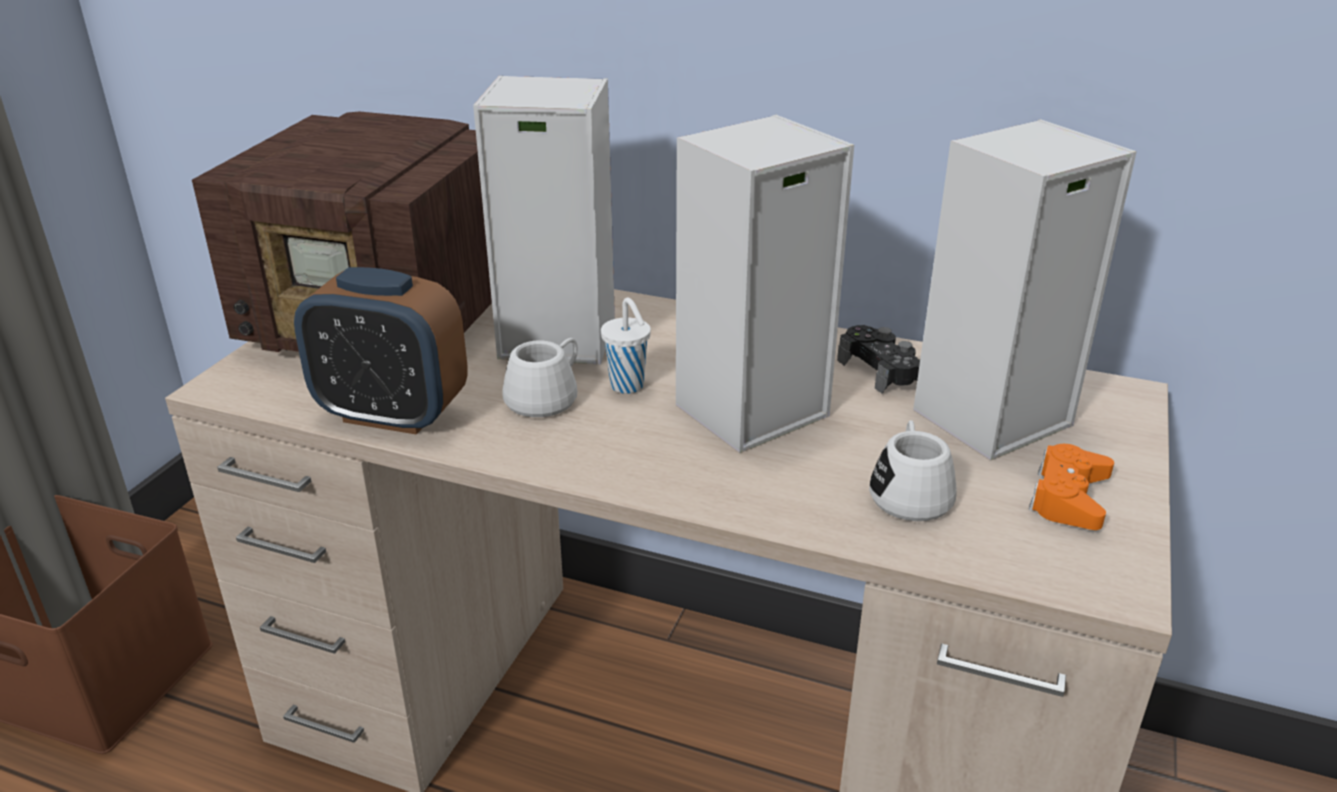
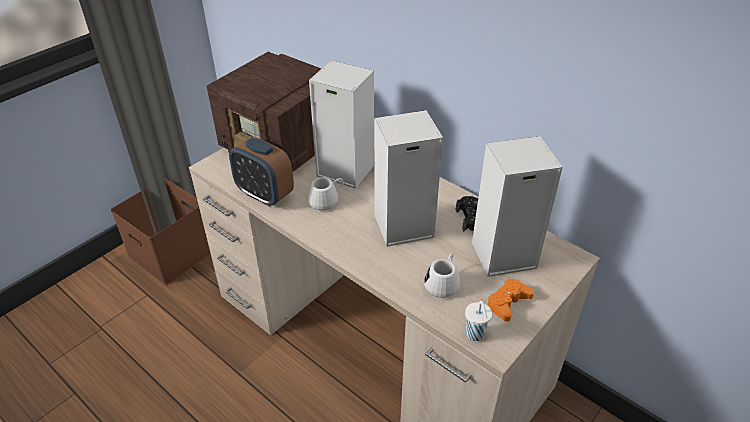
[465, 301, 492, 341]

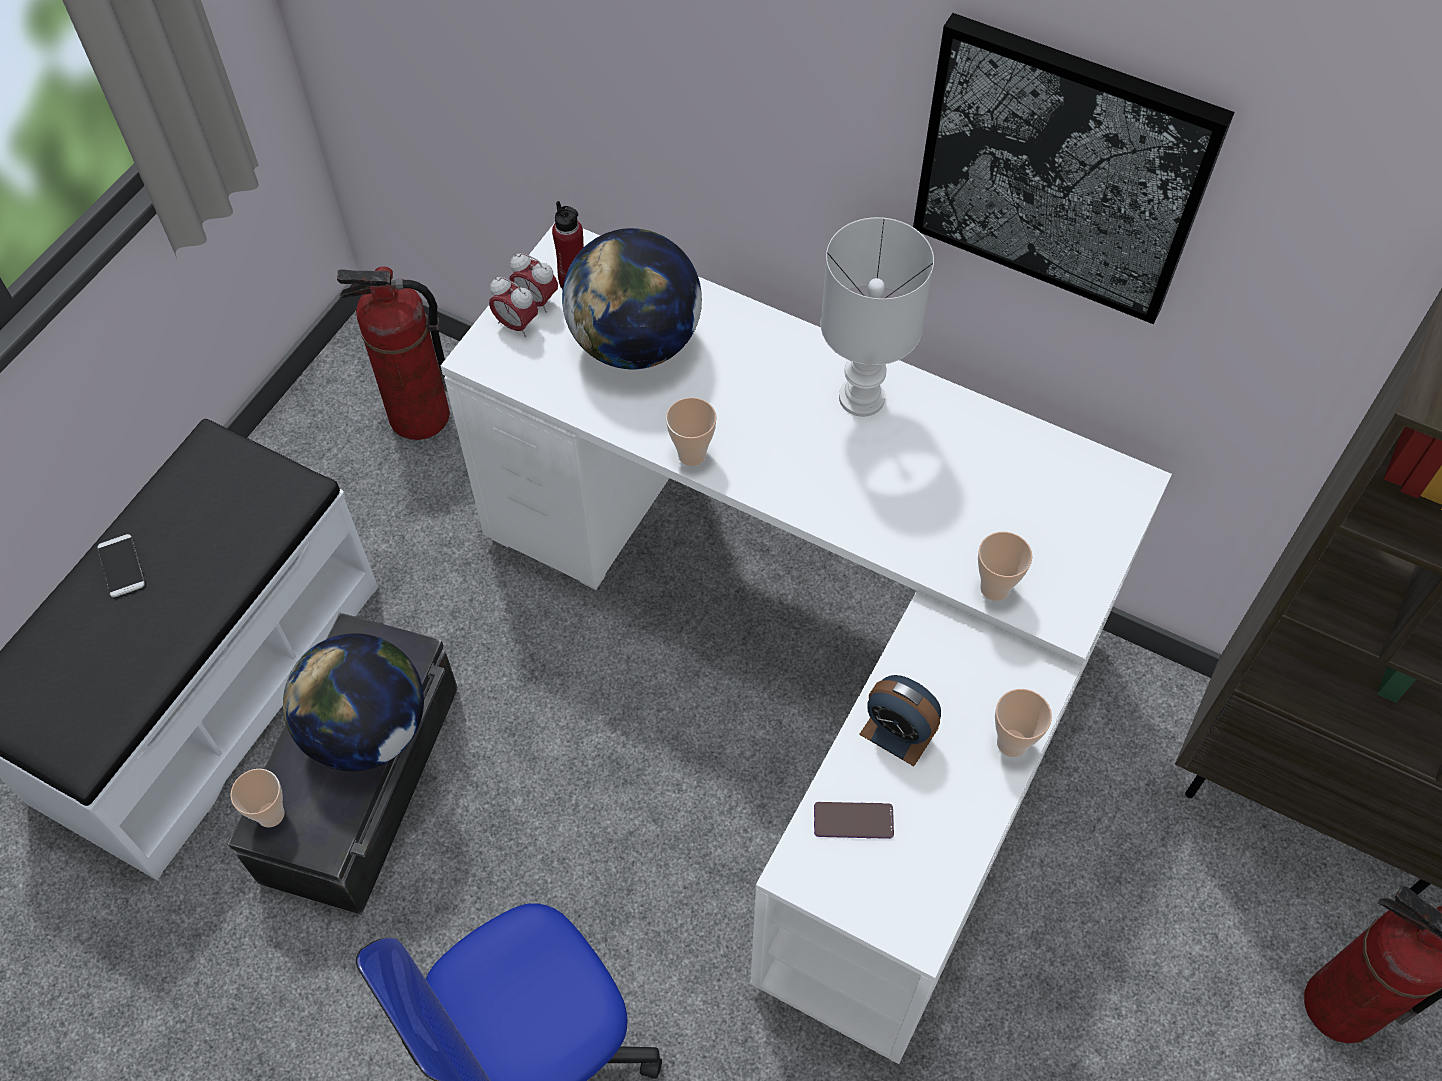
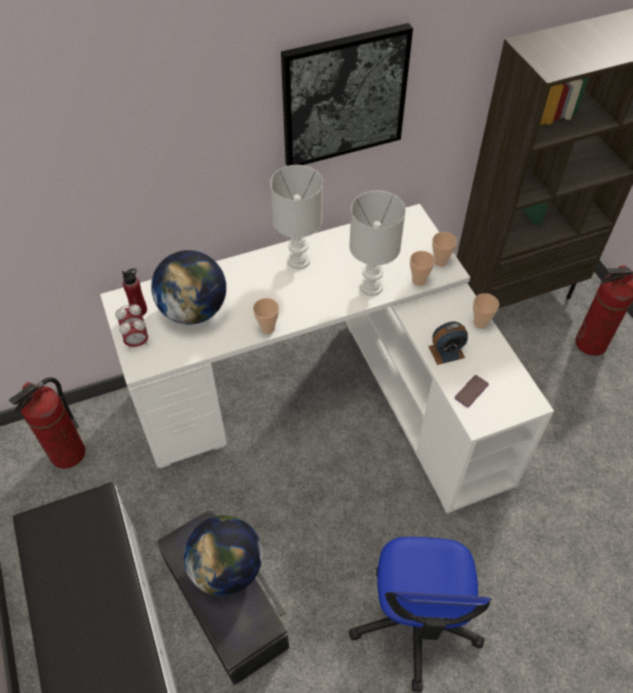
[97, 534, 145, 597] (first image)
[432, 232, 457, 267]
[349, 191, 406, 296]

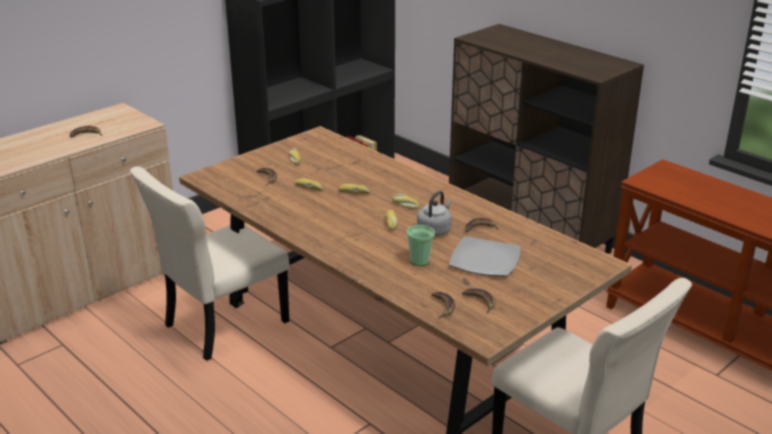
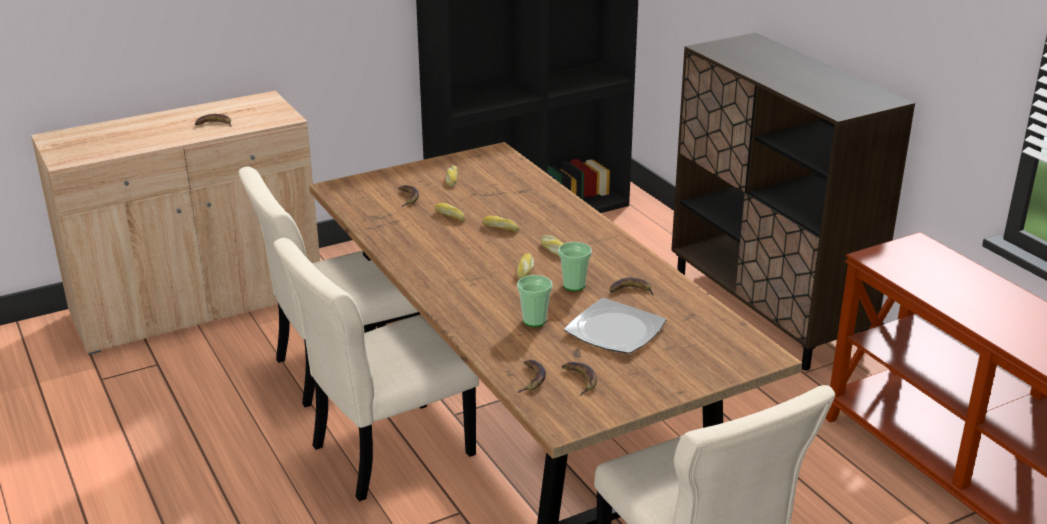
[558, 242, 592, 291]
[273, 238, 479, 502]

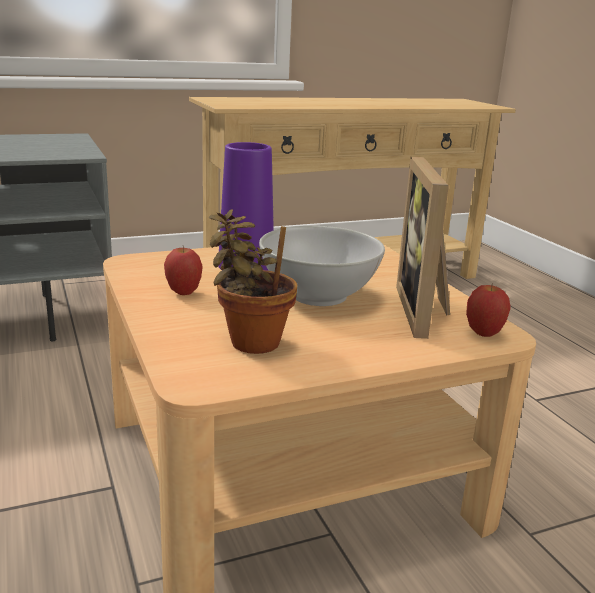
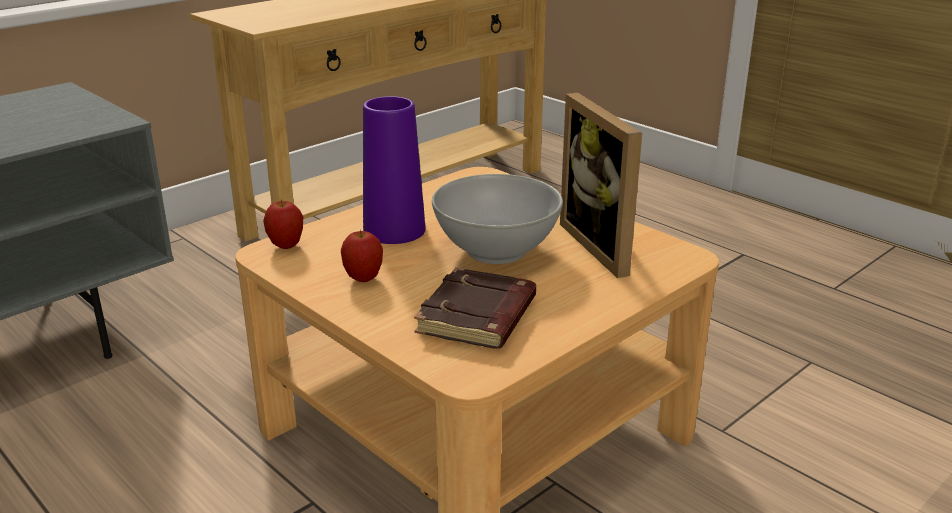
[414, 267, 536, 349]
[263, 199, 303, 249]

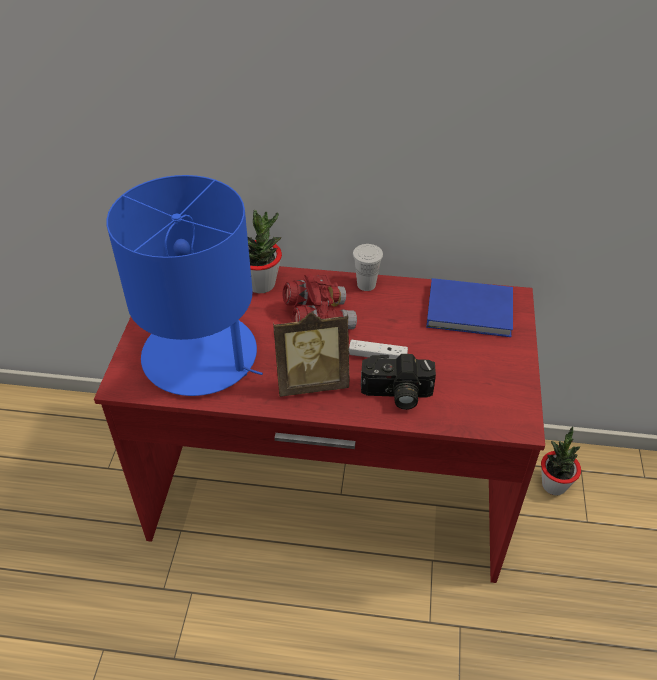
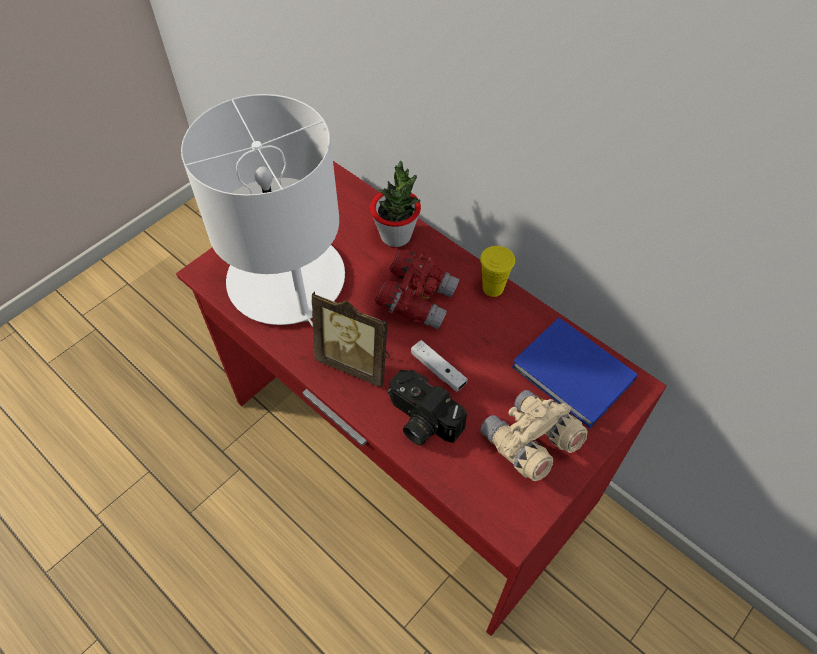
[181, 94, 345, 327]
[480, 246, 515, 297]
[541, 427, 581, 496] (first image)
[480, 390, 588, 481]

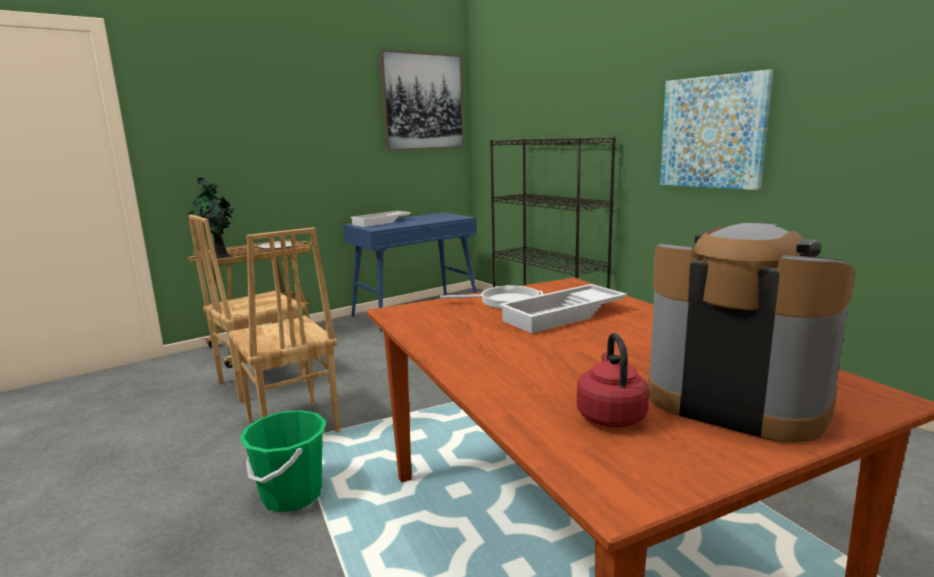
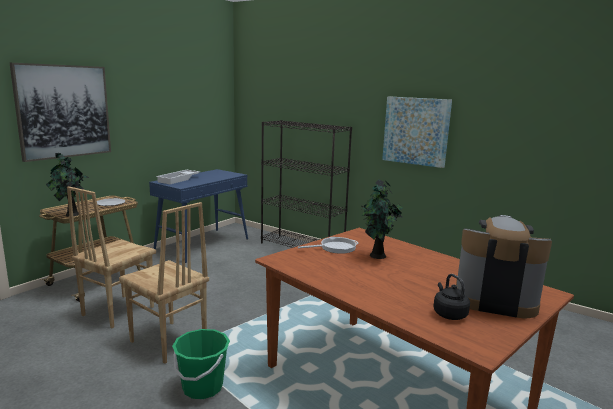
[10, 63, 111, 162]
[362, 179, 402, 259]
[433, 274, 470, 320]

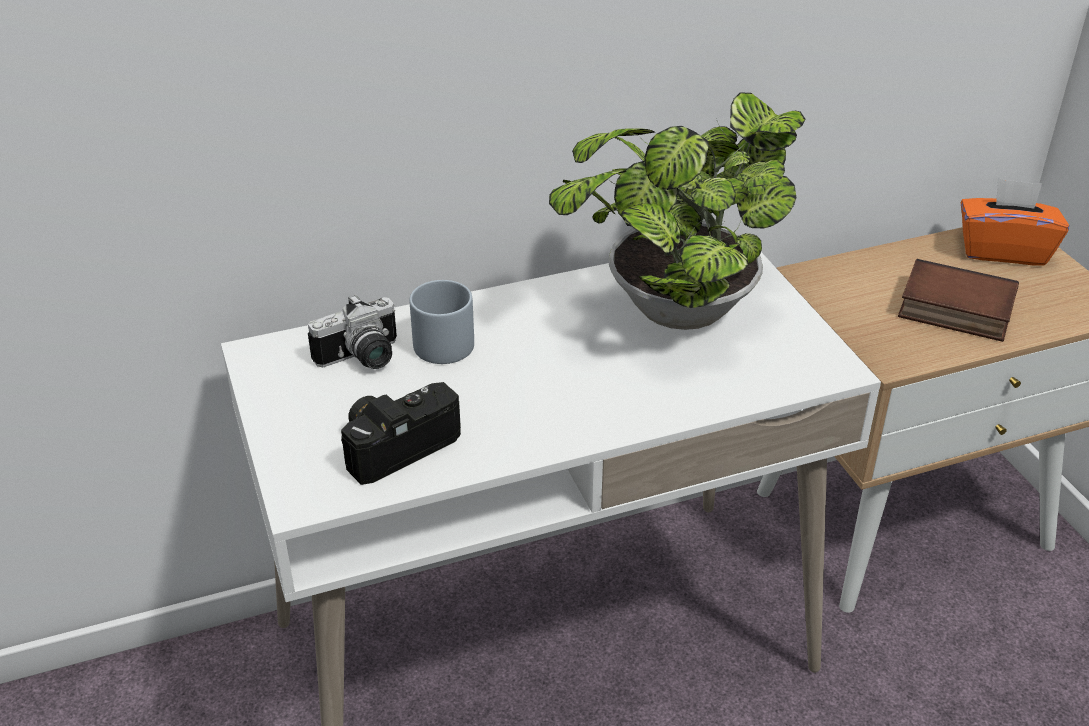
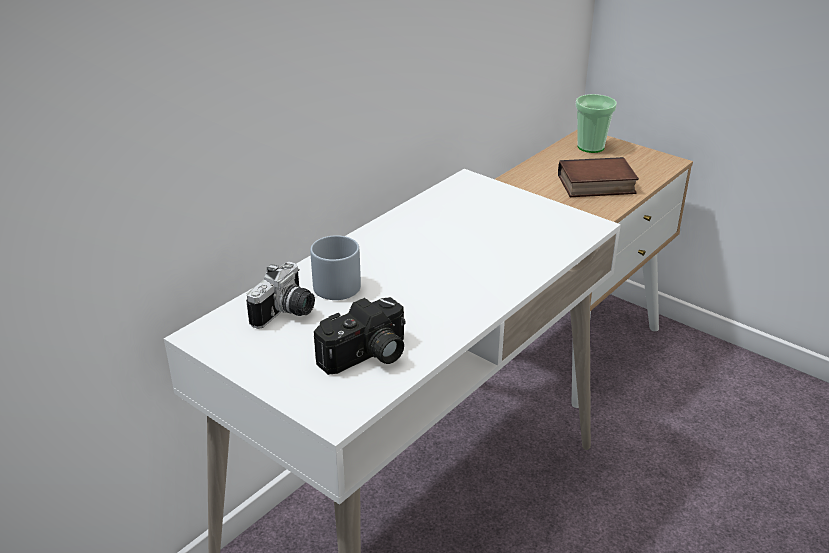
[314, 297, 406, 375]
[549, 93, 805, 330] (first image)
[575, 94, 617, 153]

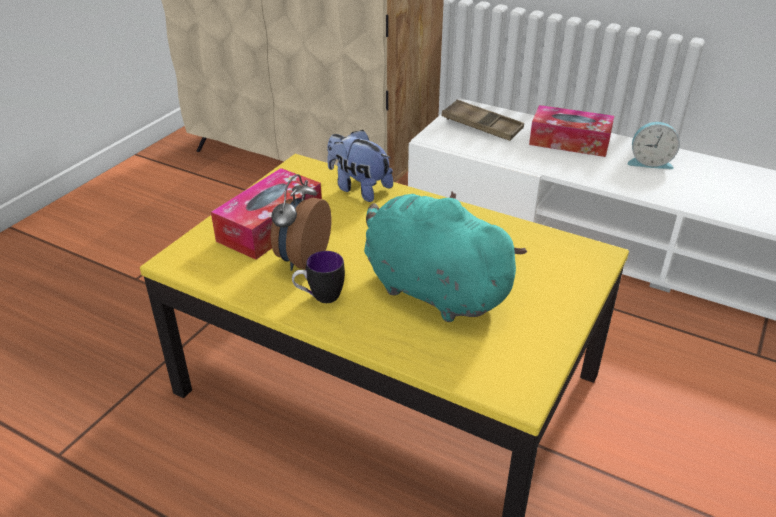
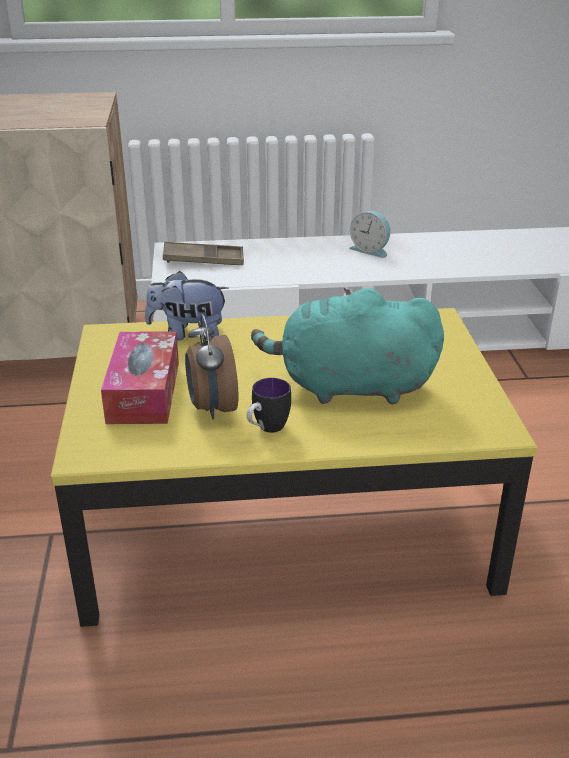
[529, 105, 614, 157] (first image)
[349, 211, 390, 258]

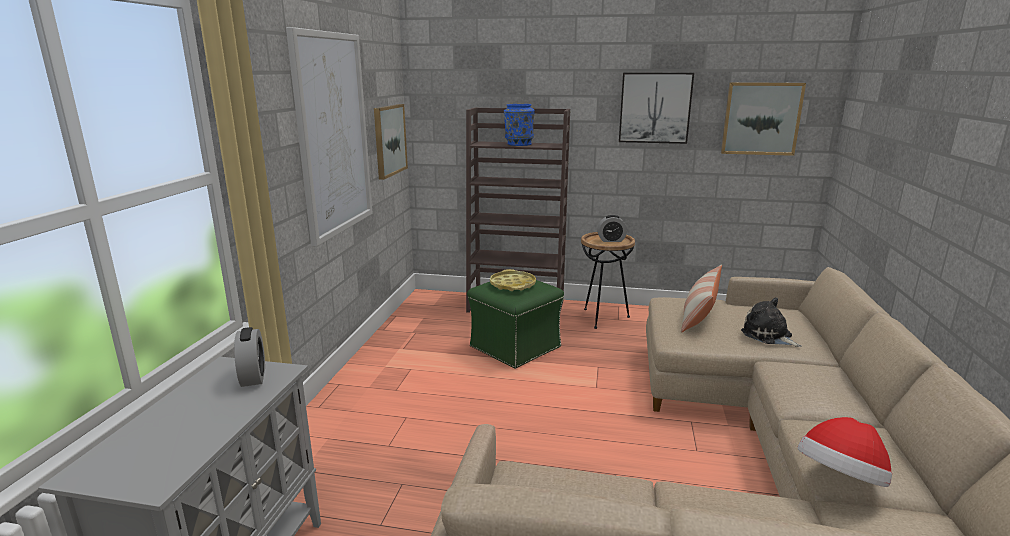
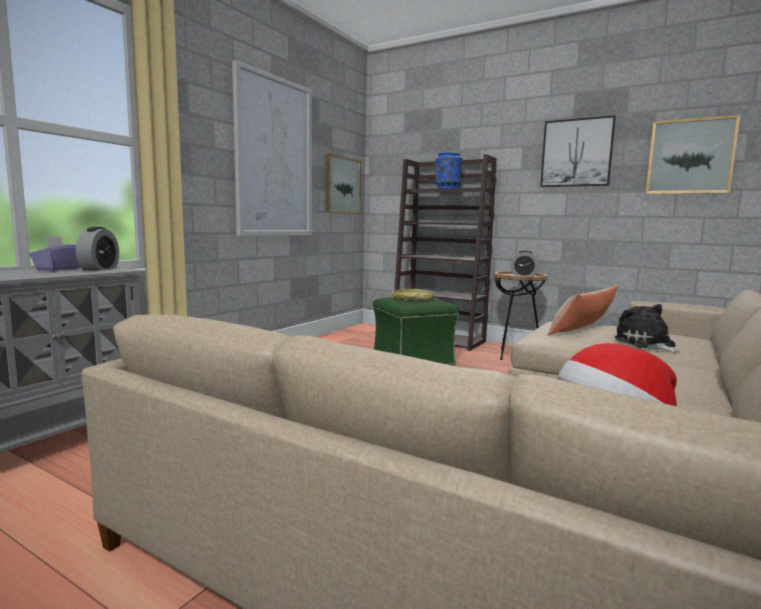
[29, 236, 80, 271]

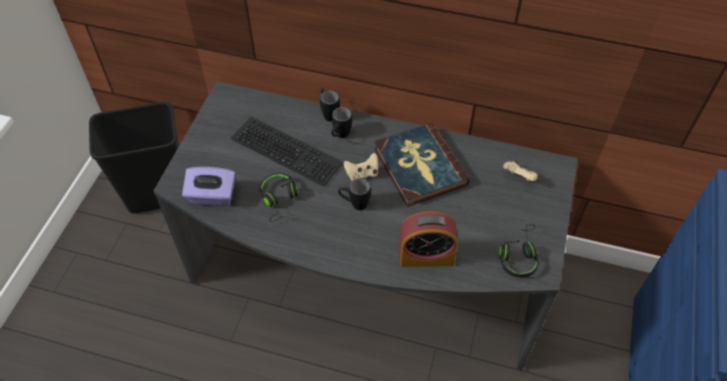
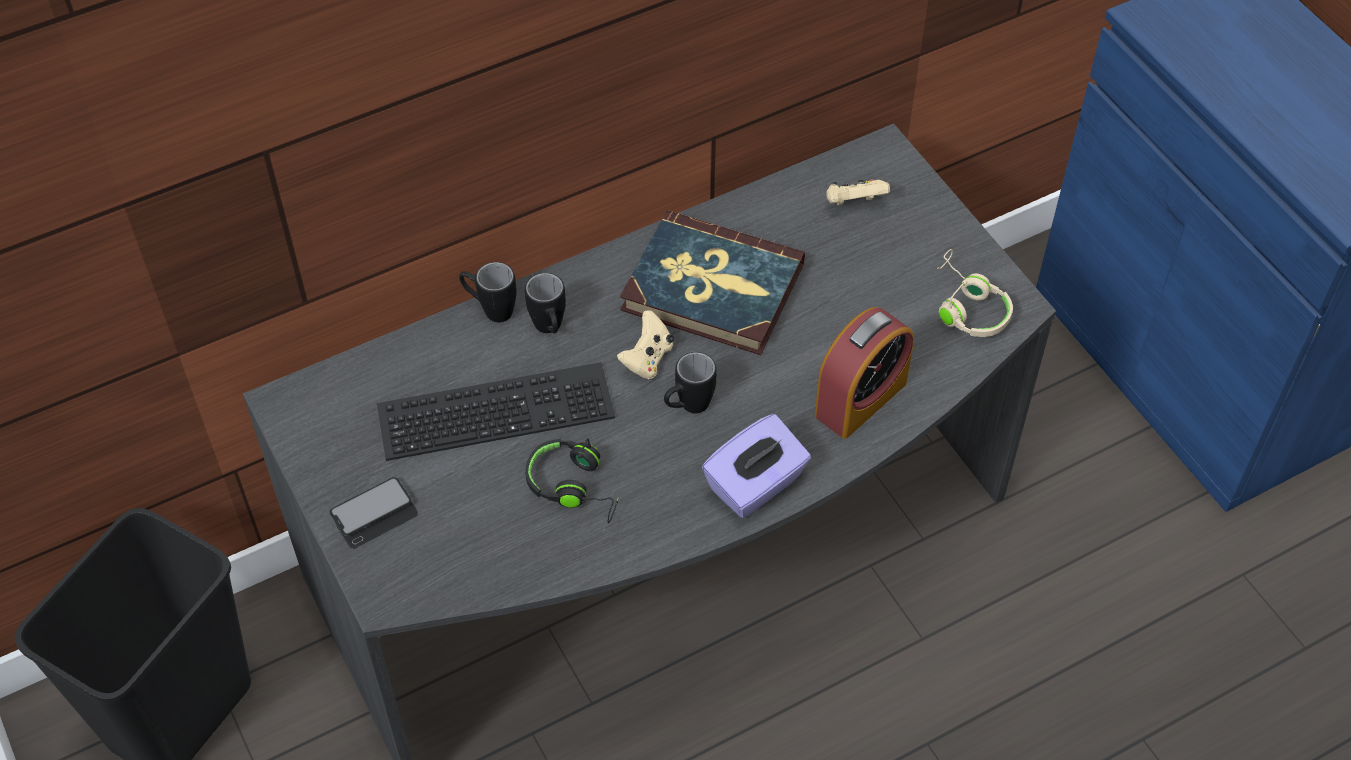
[702, 414, 811, 518]
[937, 249, 1013, 337]
[330, 477, 418, 549]

